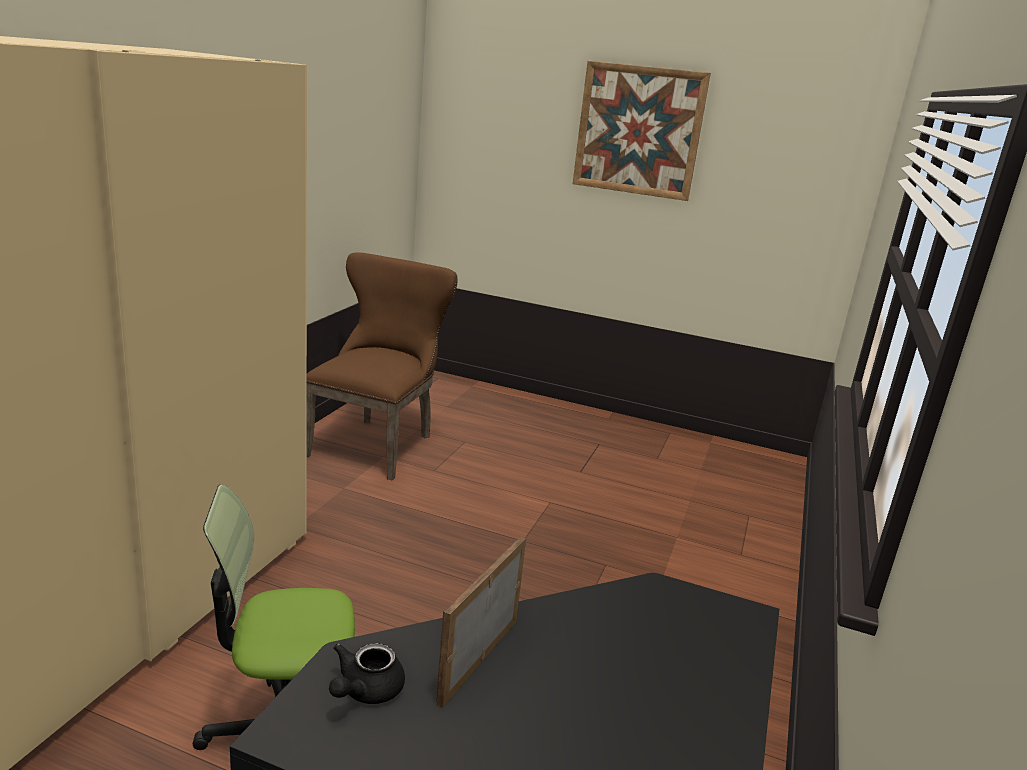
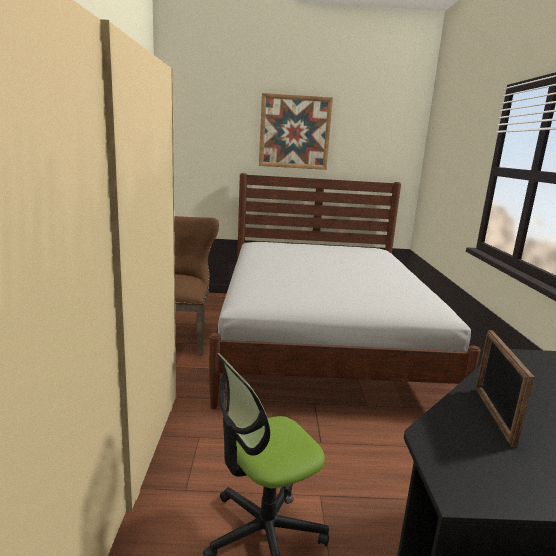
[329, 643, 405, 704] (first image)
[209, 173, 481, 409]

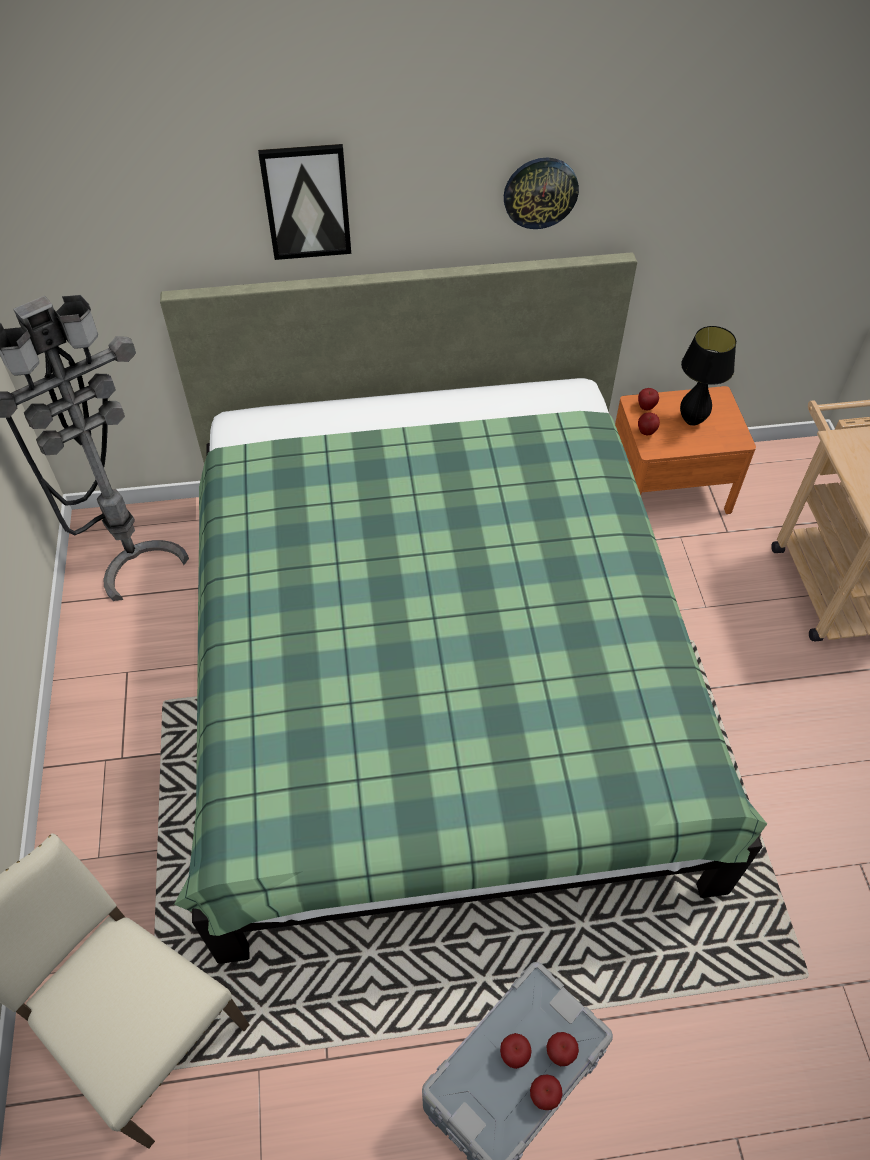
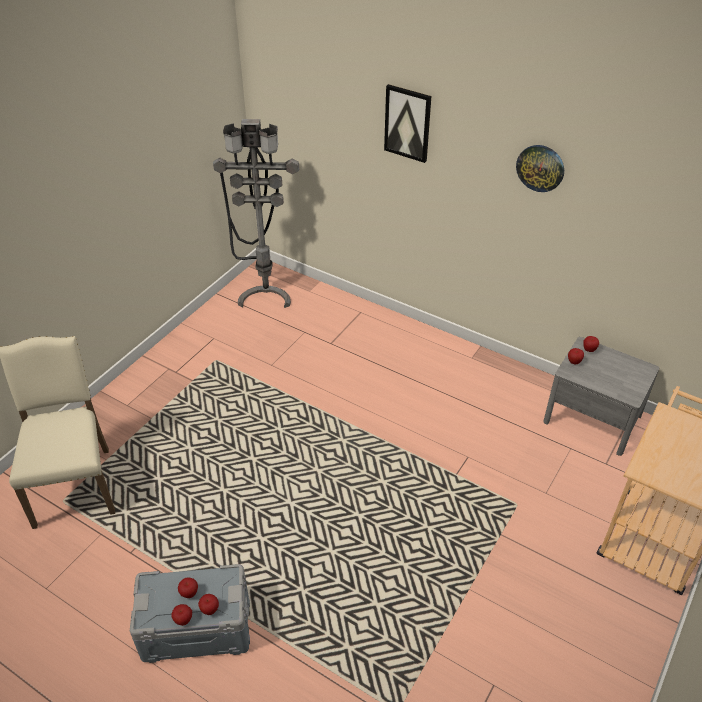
[160, 252, 767, 964] (first image)
[543, 337, 659, 456]
[680, 326, 736, 426] (first image)

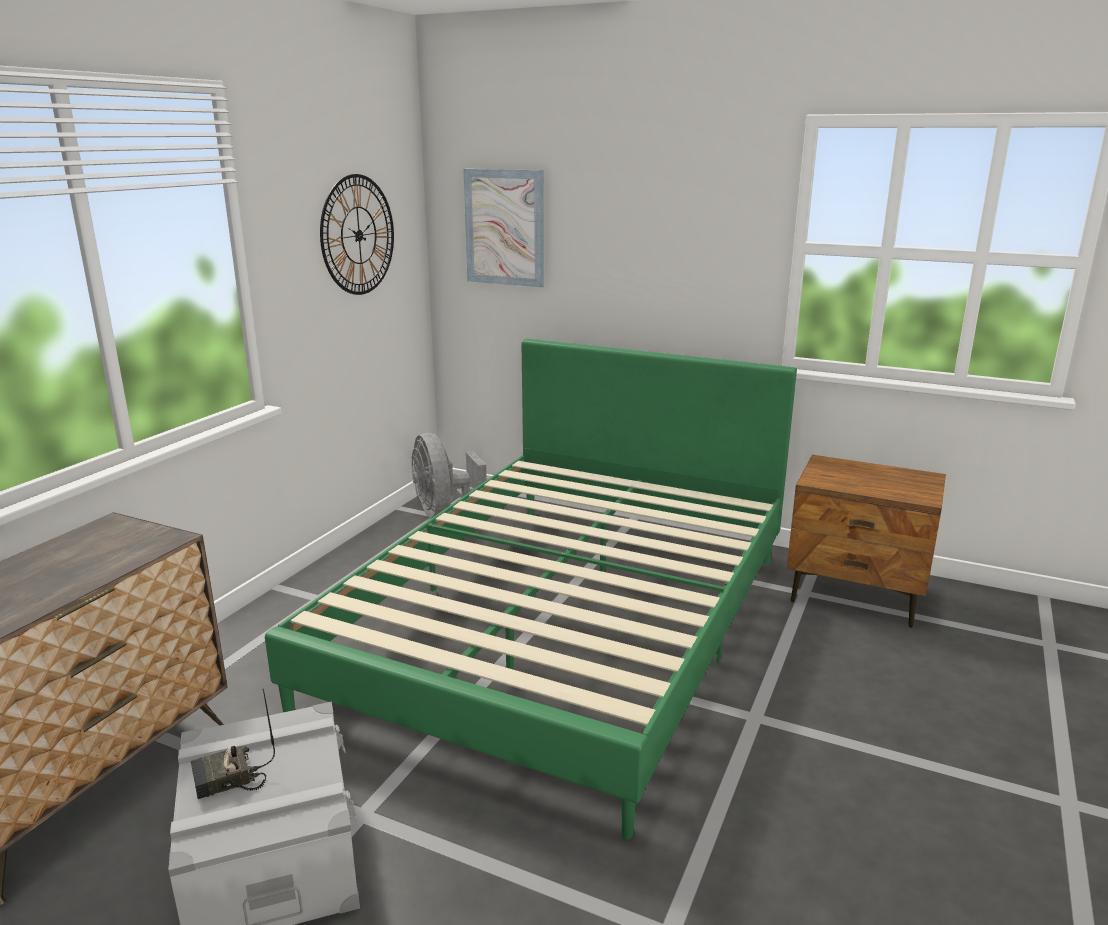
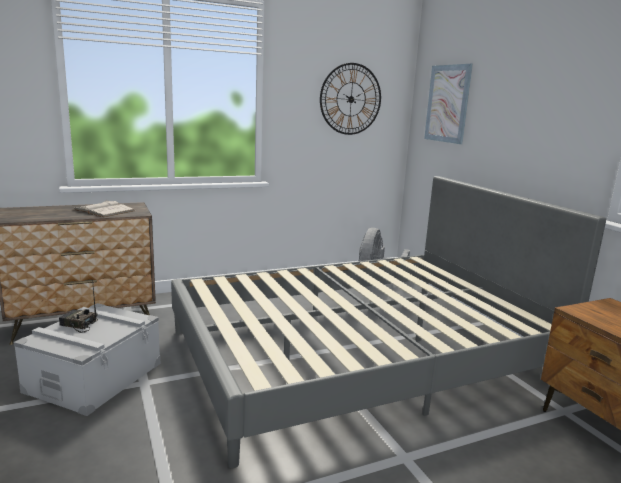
[171, 176, 606, 468]
[73, 200, 135, 217]

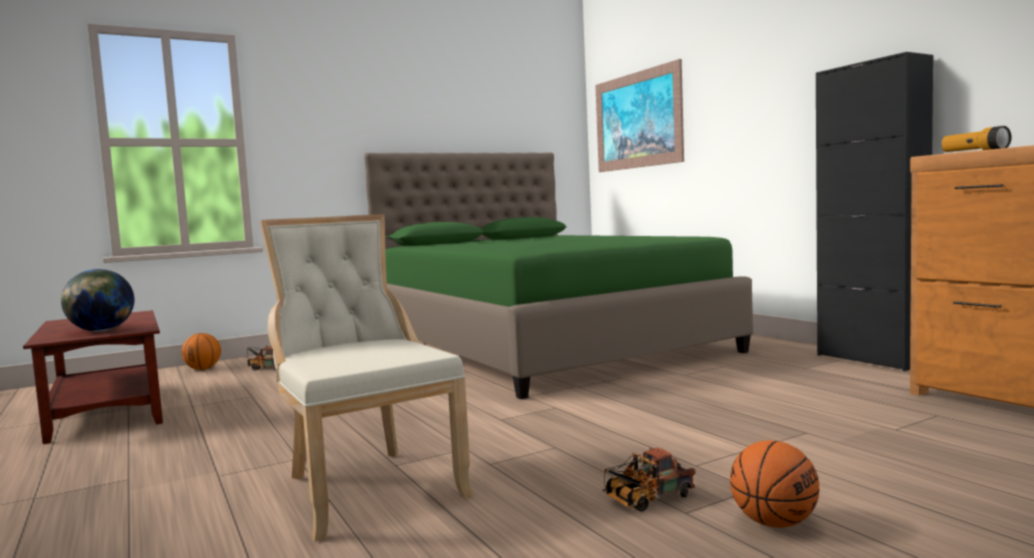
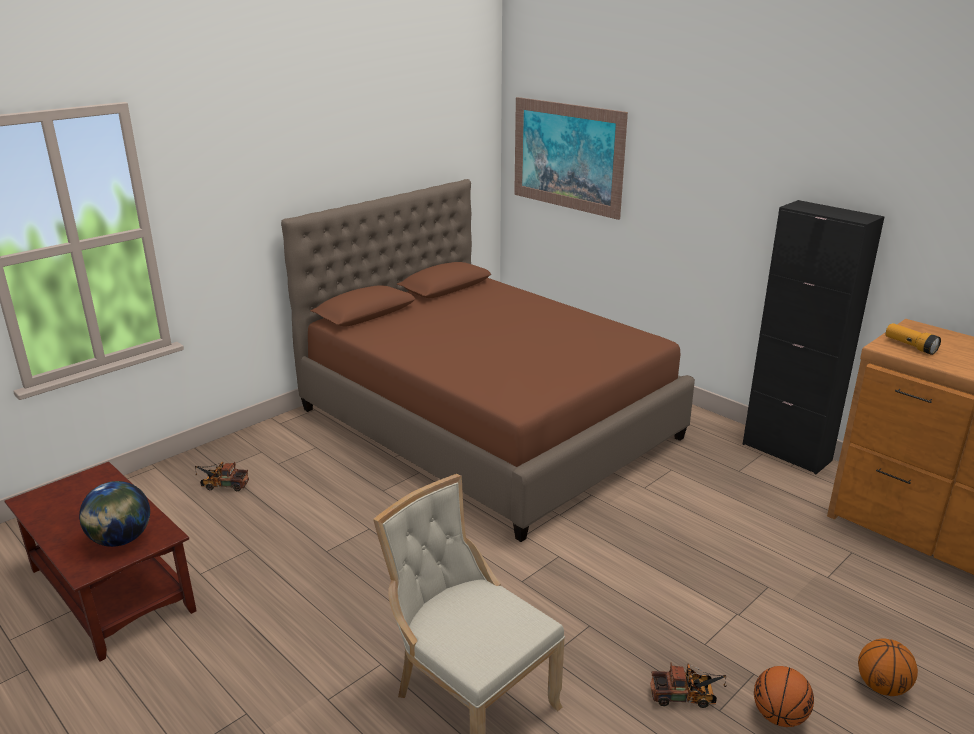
[858, 639, 918, 696]
[281, 179, 695, 542]
[650, 663, 727, 708]

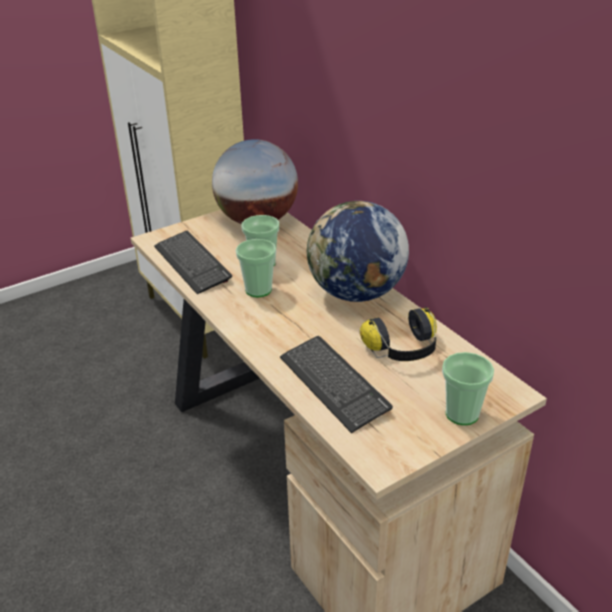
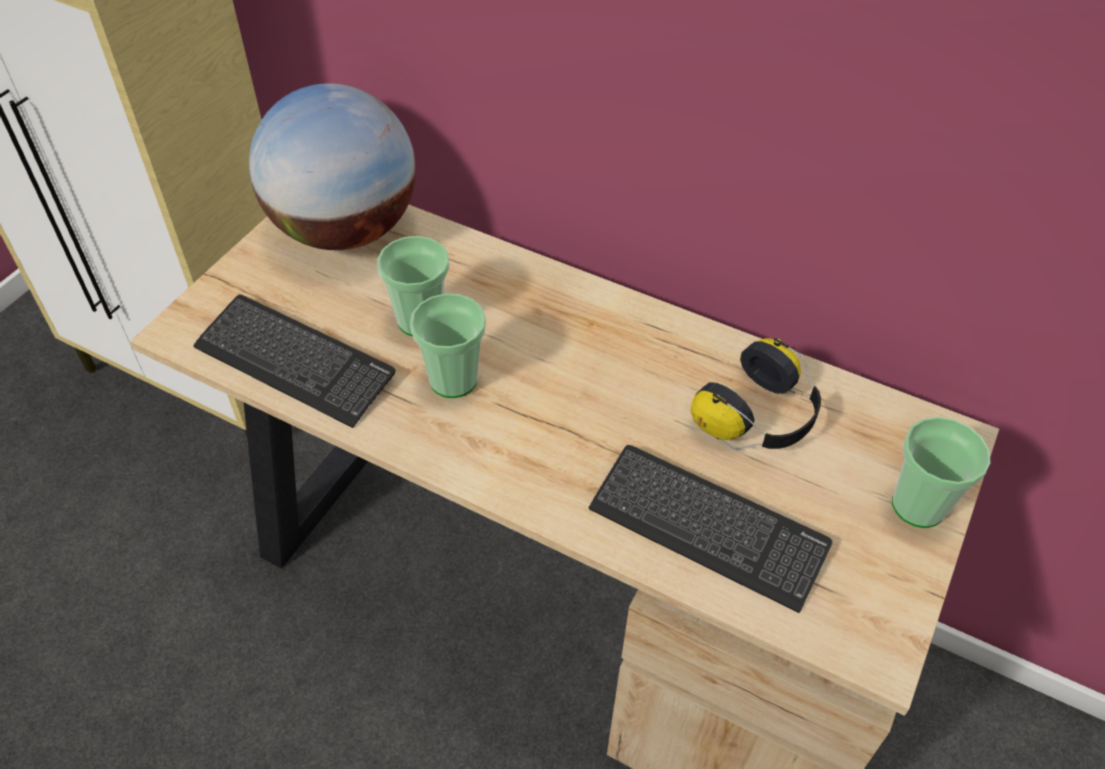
[307, 201, 409, 302] (first image)

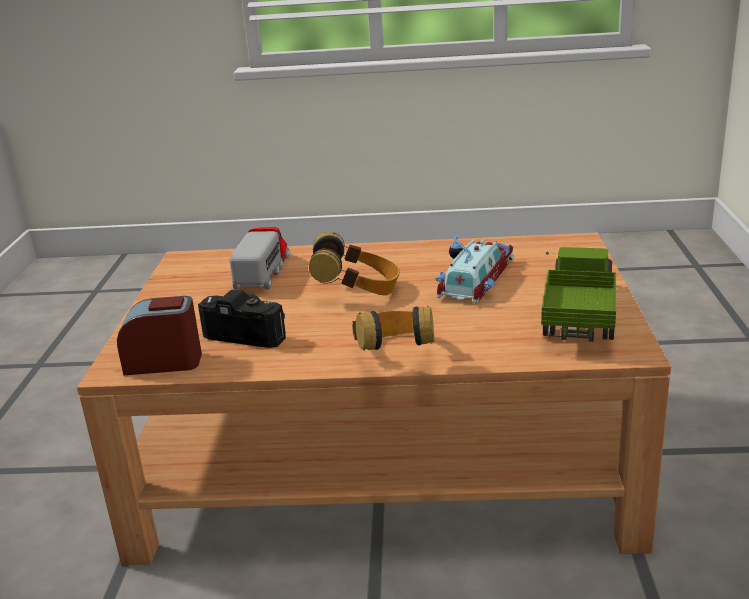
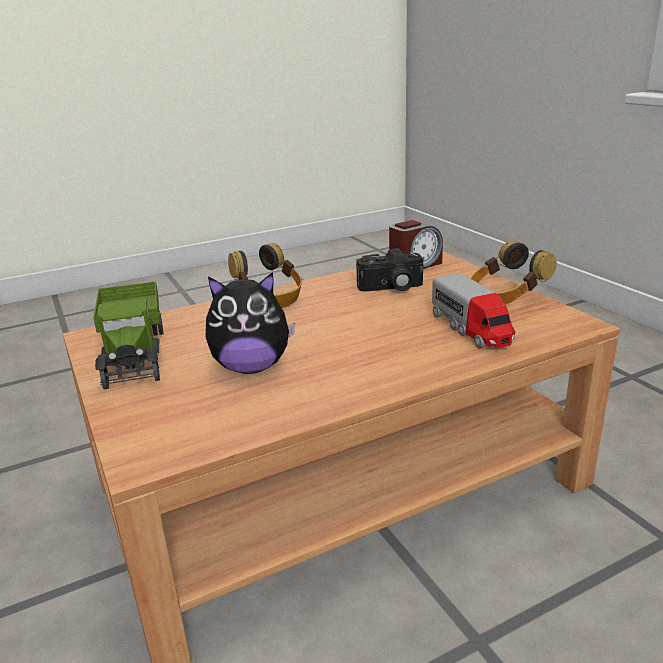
[470, 241, 557, 305]
[206, 272, 295, 374]

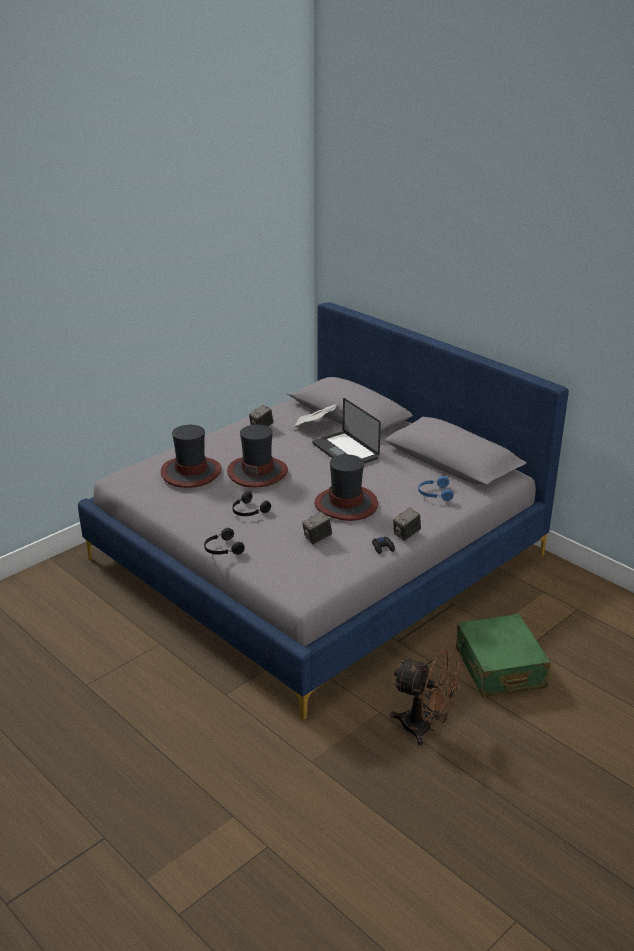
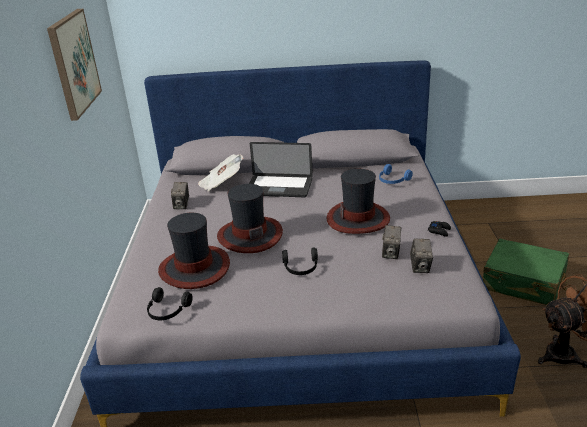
[147, 287, 193, 320]
[410, 239, 433, 273]
[47, 9, 102, 121]

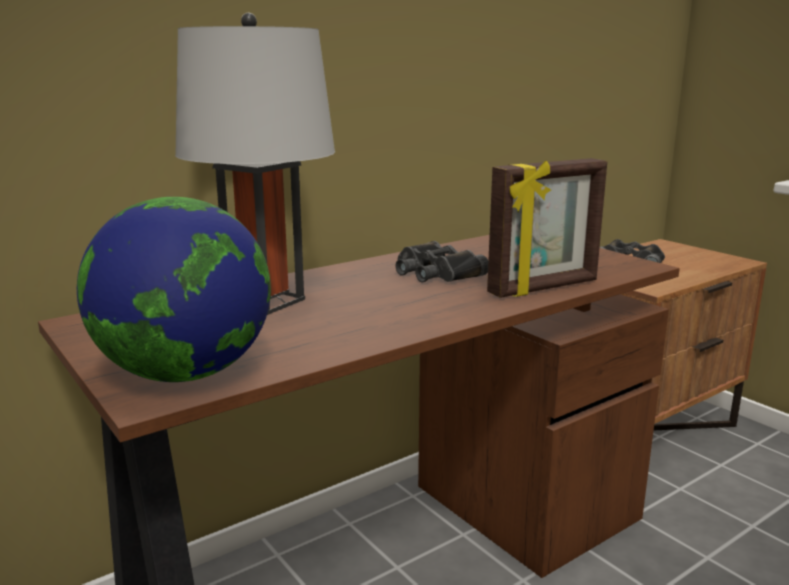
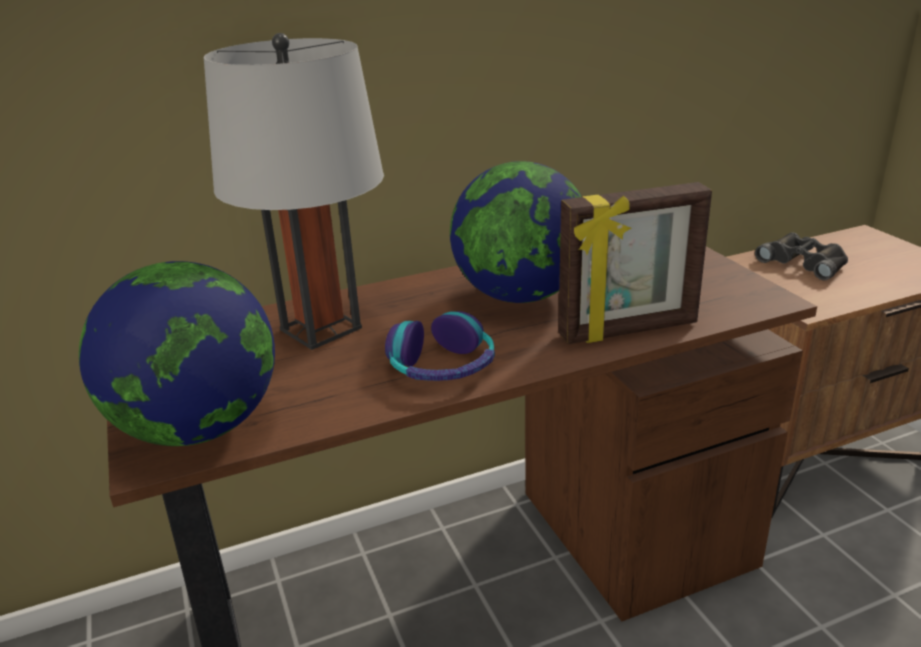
[450, 161, 582, 303]
[385, 311, 495, 381]

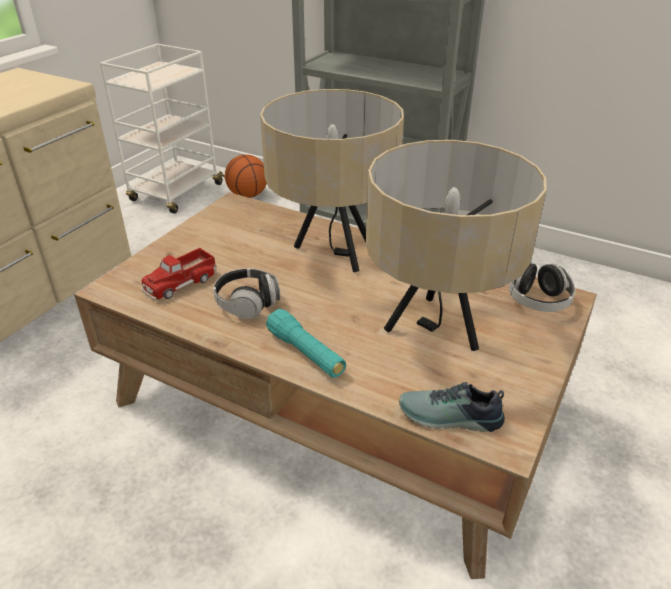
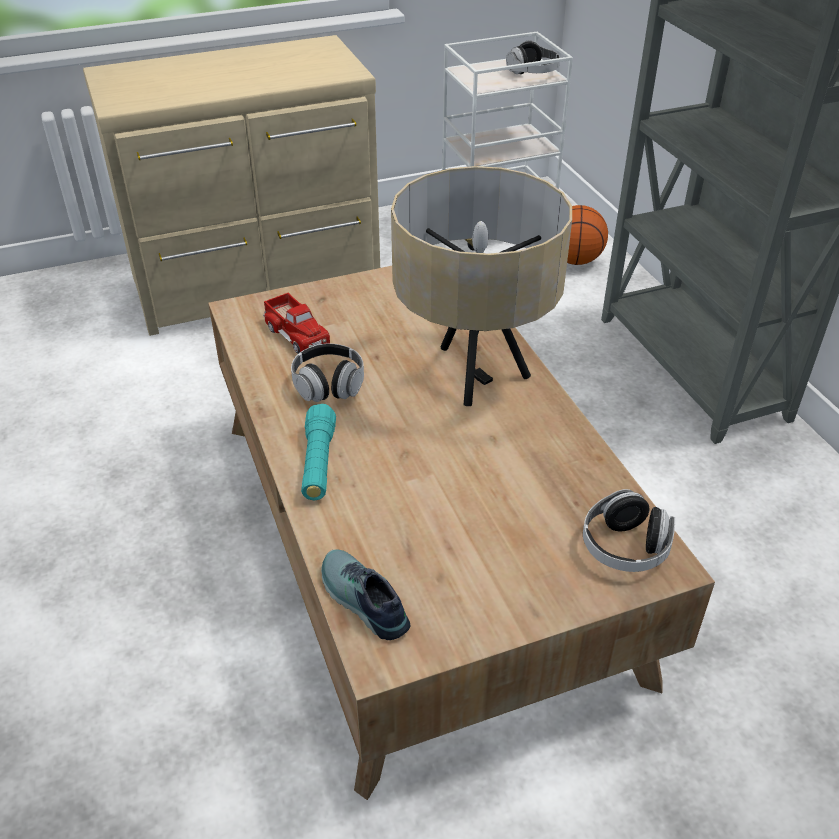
[263, 293, 330, 354]
[366, 140, 546, 351] (first image)
[506, 41, 560, 74]

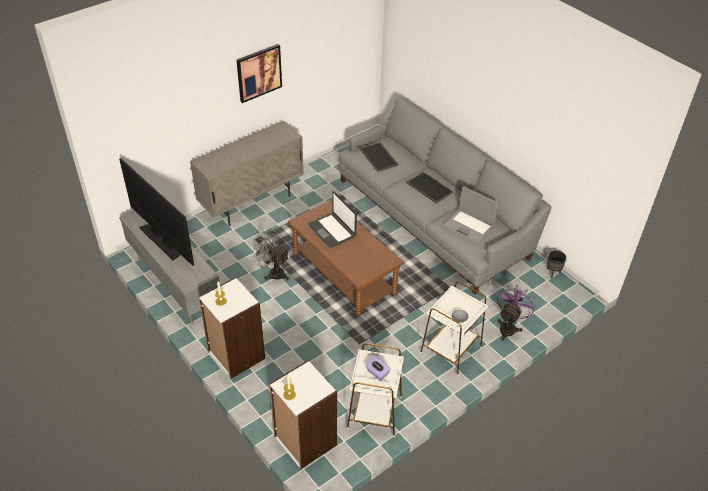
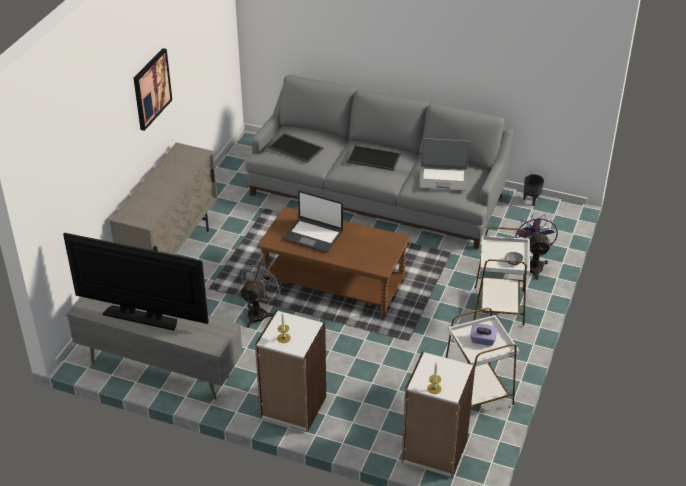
[239, 260, 284, 328]

